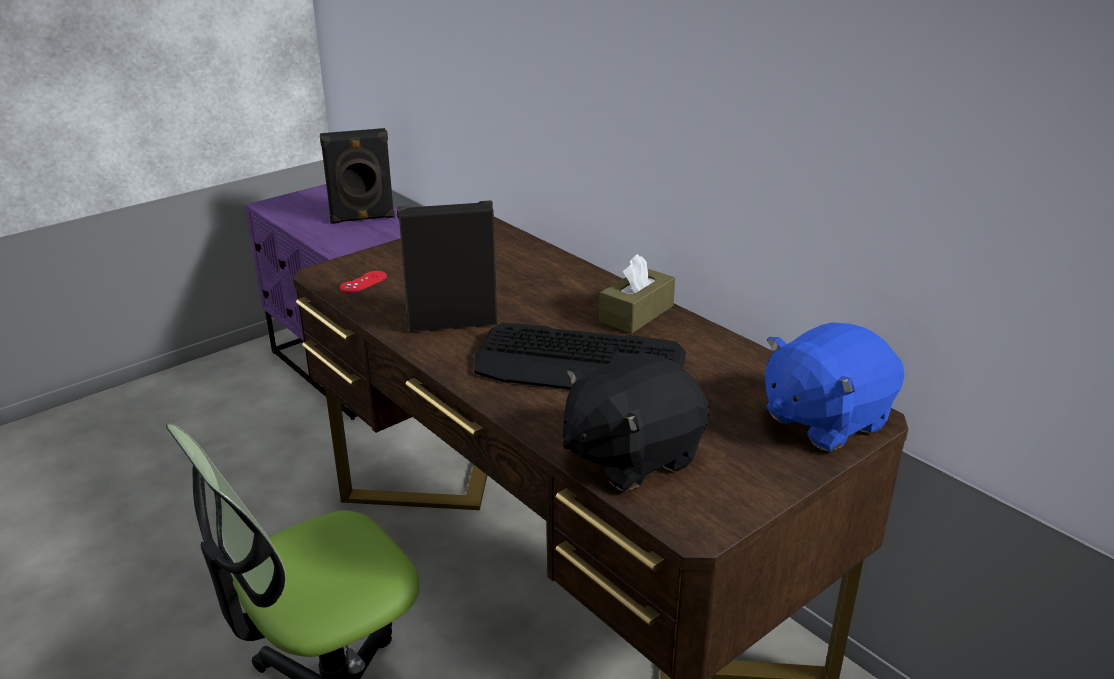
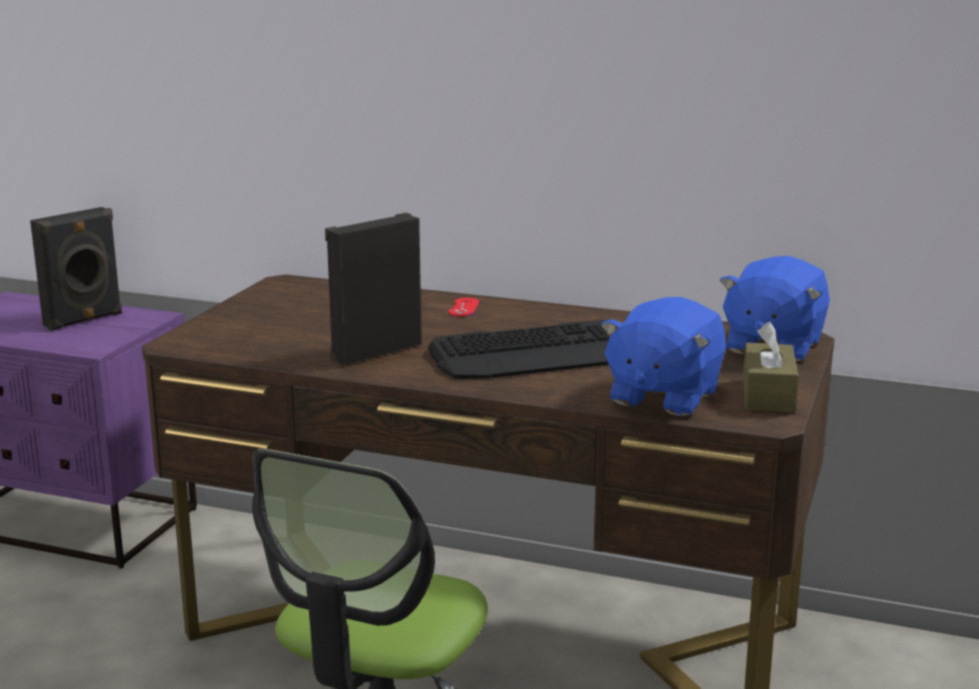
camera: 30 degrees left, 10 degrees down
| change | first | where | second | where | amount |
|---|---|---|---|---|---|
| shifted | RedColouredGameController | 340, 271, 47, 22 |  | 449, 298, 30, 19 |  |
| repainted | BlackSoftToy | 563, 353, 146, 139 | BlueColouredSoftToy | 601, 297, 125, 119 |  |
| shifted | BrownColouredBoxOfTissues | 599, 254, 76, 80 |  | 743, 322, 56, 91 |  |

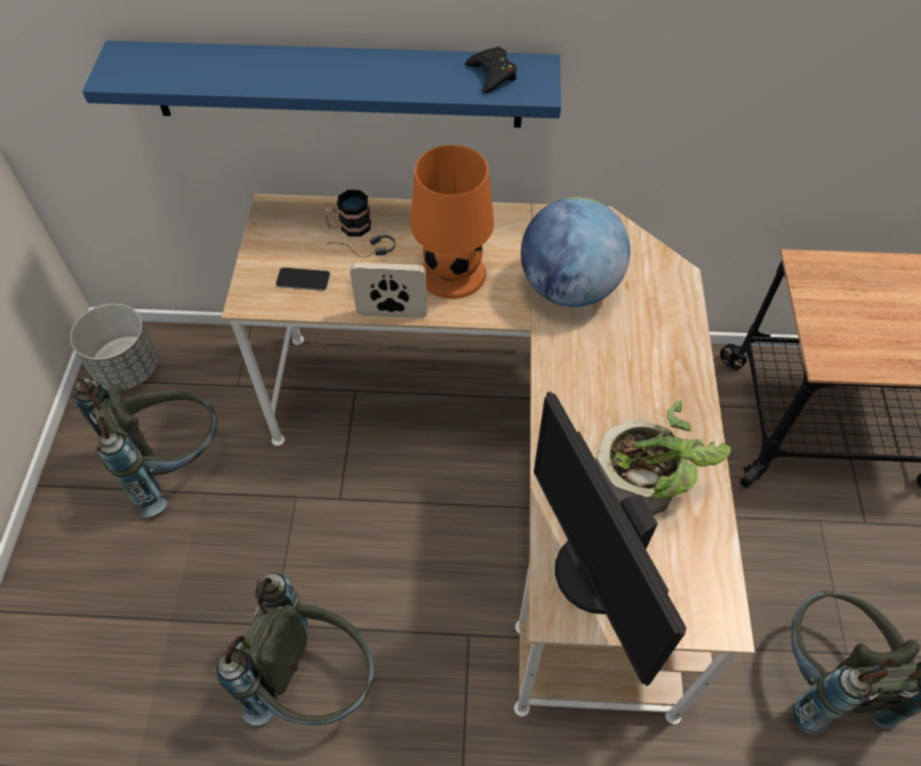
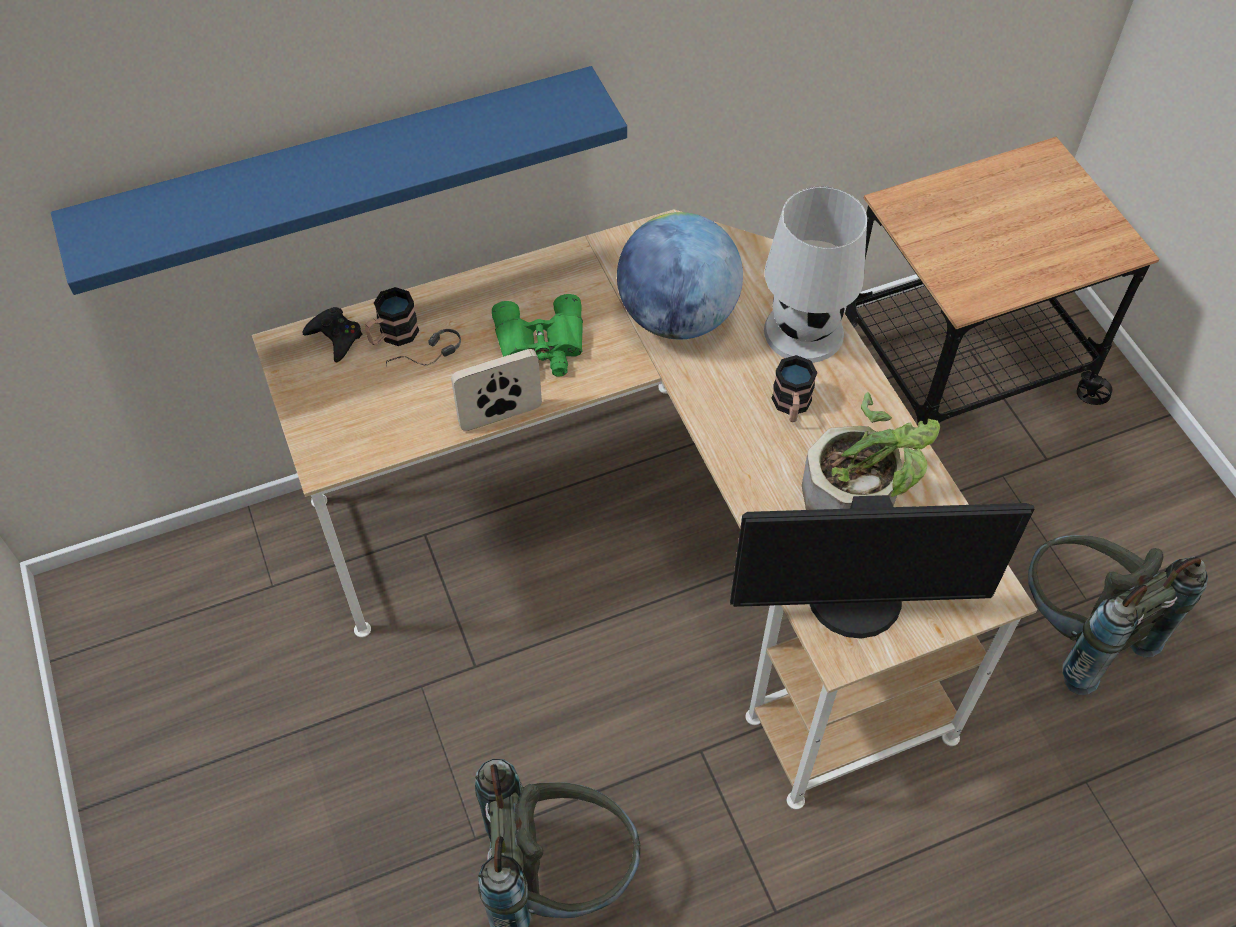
camera: 25 degrees left, 0 degrees up
| change | first | where | second | where | amount |
|---|---|---|---|---|---|
| shifted | BlackGameController | 465, 46, 52, 47 |  | 302, 307, 60, 55 |  |
| swapped | OrangeyLampForATable | 410, 145, 84, 154 | GreenishFieldGlasses | 492, 294, 91, 83 |  |
| rotated | ComputerScreen | 534, 392, 152, 294 |  | 730, 495, 304, 144 | 45 degrees counterclockwise |
| new |  |  | WhiteColouredLampForATable | 764, 186, 103, 177 |  |
| new |  |  | Mug | 772, 355, 45, 67 |  |
| gone | GreyishPlanter | 70, 304, 88, 86 |  |  |  |
| gone | GreyishRucksack | 73, 379, 144, 138 |  |  |  |
| gone | Handset | 276, 268, 54, 23 |  |  |  |

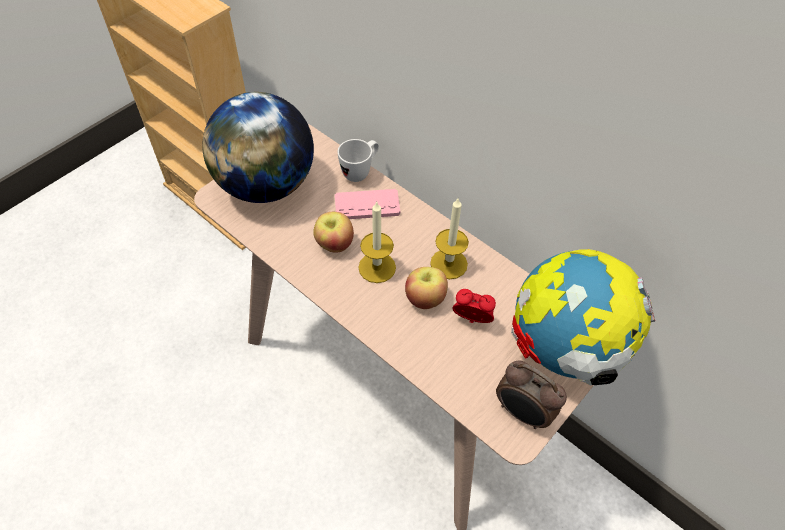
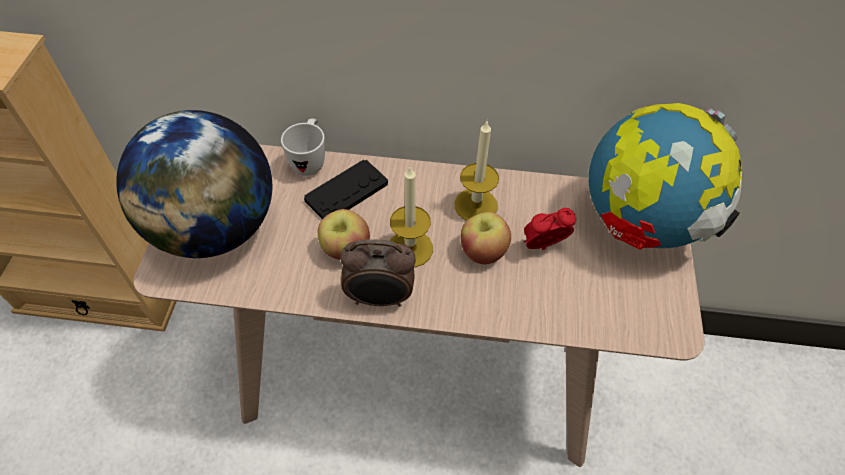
camera: 35 degrees left, 0 degrees up
| change | first | where | second | where | amount |
|---|---|---|---|---|---|
| repainted | PinkColouredGameController | 335, 189, 65, 30 | BlackGameController | 304, 160, 84, 59 |  |
| shifted | BedsideClock | 496, 361, 71, 68 |  | 340, 239, 76, 68 |  |

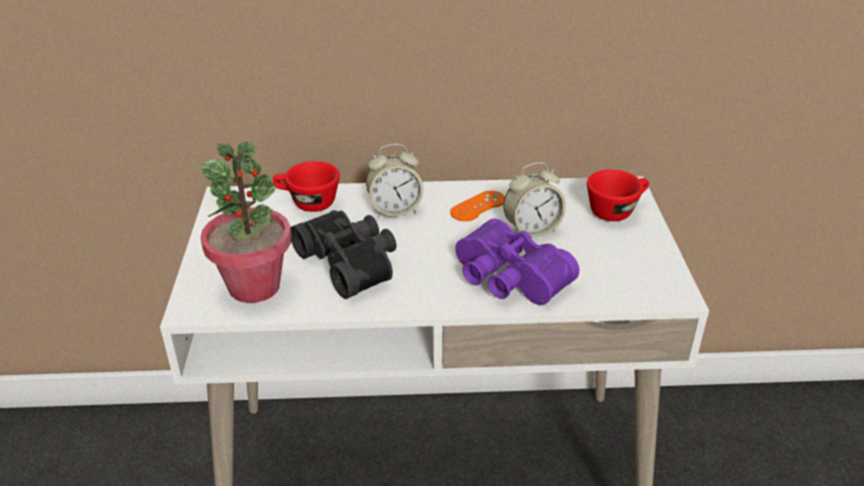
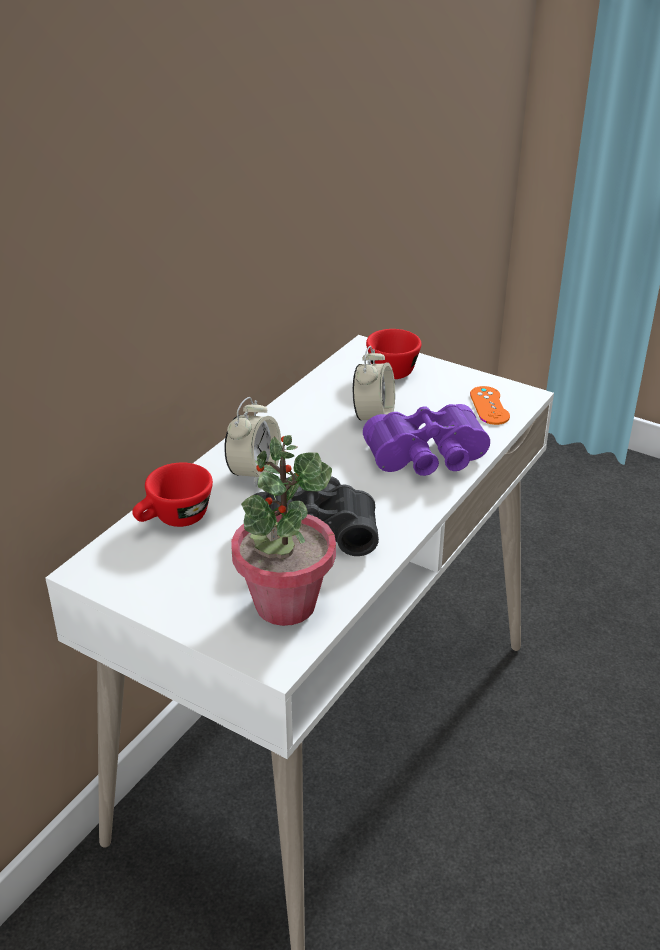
camera: 55 degrees left, 0 degrees up
| change | first | where | second | where | amount |
|---|---|---|---|---|---|
| shifted | OrangeyGameController | 450, 191, 55, 30 |  | 470, 386, 40, 39 |  |

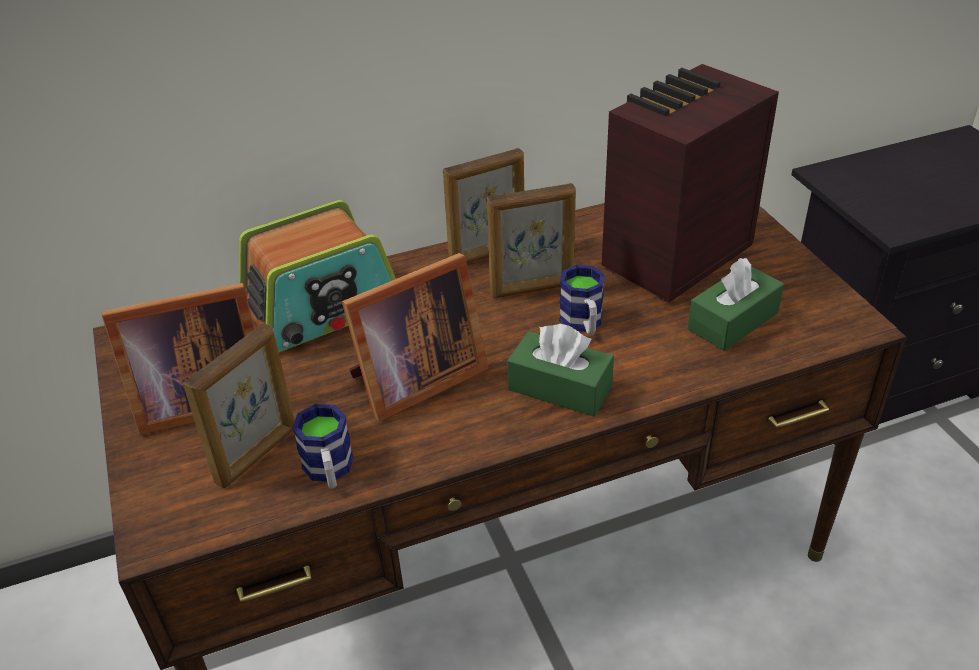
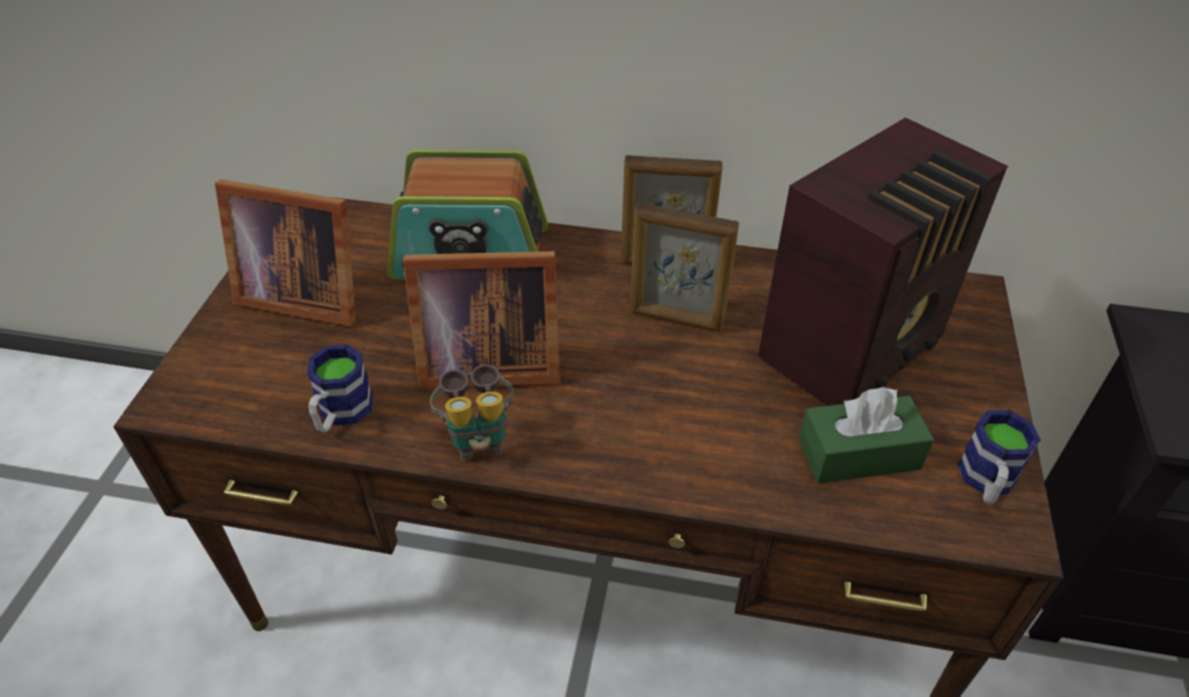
camera: 30 degrees right, 5 degrees up
| change | first | where | second | where | amount |
|---|---|---|---|---|---|
| new |  |  | FieldGlasses | 430, 364, 84, 97 |  |
| rotated | RadioSet | 601, 64, 178, 239 |  | 758, 117, 250, 289 | 150 degrees clockwise |
| shifted | Mug | 559, 265, 46, 70 |  | 957, 410, 84, 95 |  |
| gone | StandingFrame | 183, 323, 111, 165 |  |  |  |
| gone | GreenishBoxOfTissues | 507, 324, 107, 92 |  |  |  |

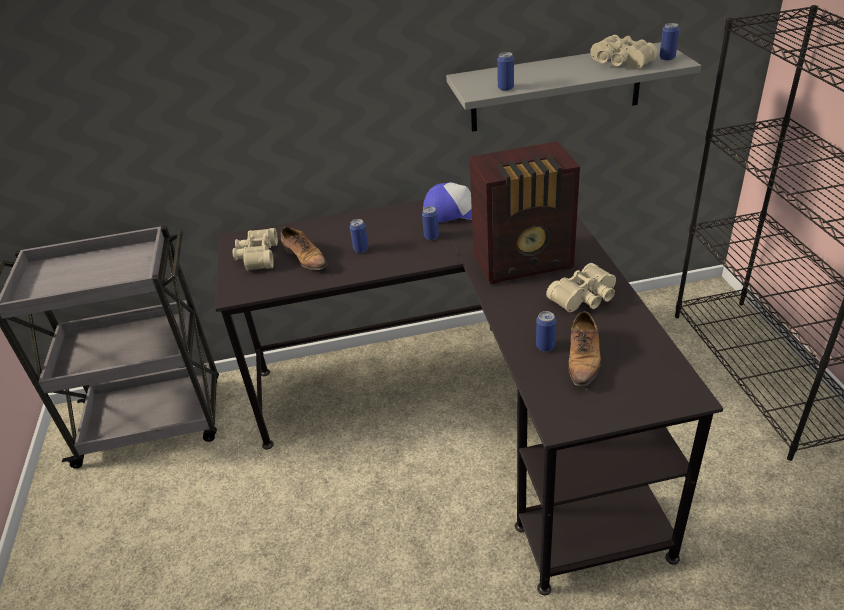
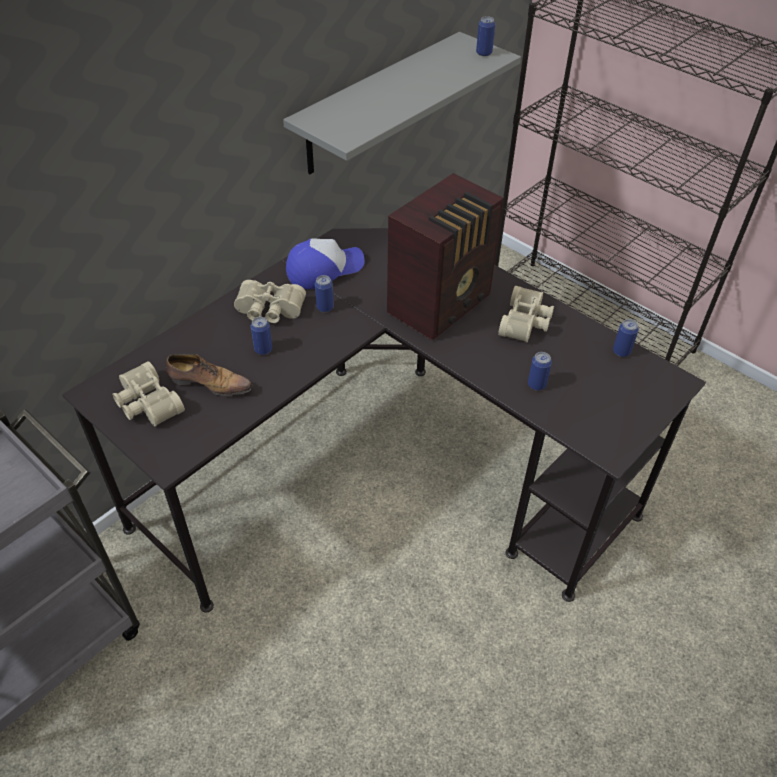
camera: 40 degrees left, 10 degrees up
| change | first | where | second | where | amount |
|---|---|---|---|---|---|
| shifted | BeigeColouredFieldGlasses | 590, 35, 67, 34 |  | 234, 280, 72, 43 |  |
| shifted | MetalCan | 497, 52, 17, 39 |  | 613, 319, 26, 38 |  |
| gone | LowShoe | 569, 311, 32, 75 |  |  |  |

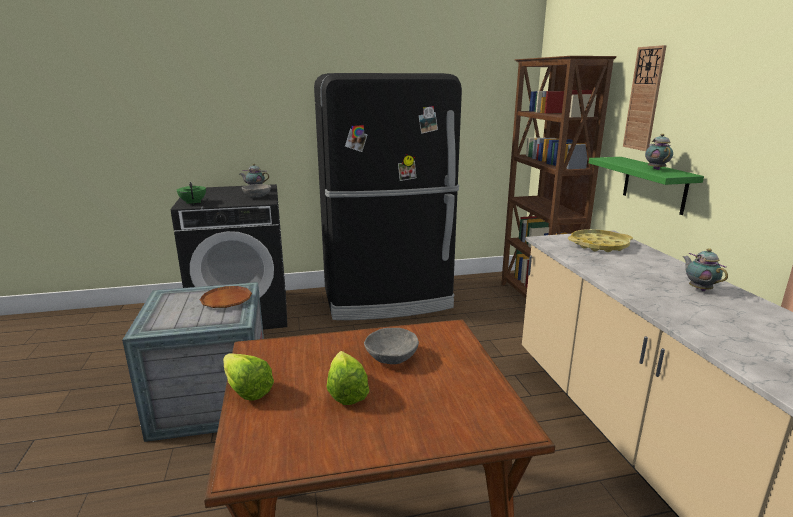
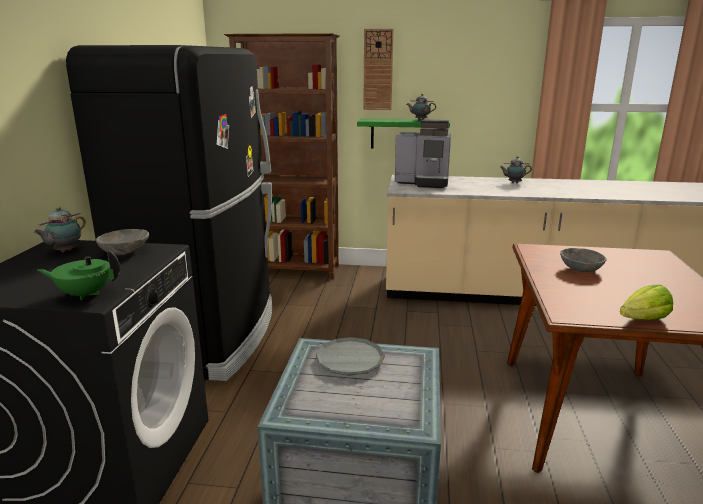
camera: 70 degrees left, 0 degrees up
| change | first | where | second | where | amount |
|---|---|---|---|---|---|
| repainted | BrownColouredDinnerPlate | 200, 286, 52, 22 | GreyishDinnerPlate | 315, 337, 70, 39 |  |
| swapped | YellowishCarryingTray | 568, 229, 65, 23 | CoffeeBrewer | 395, 119, 56, 69 |  |
| gone | HeadOfLettuce | 327, 351, 42, 54 |  |  |  |

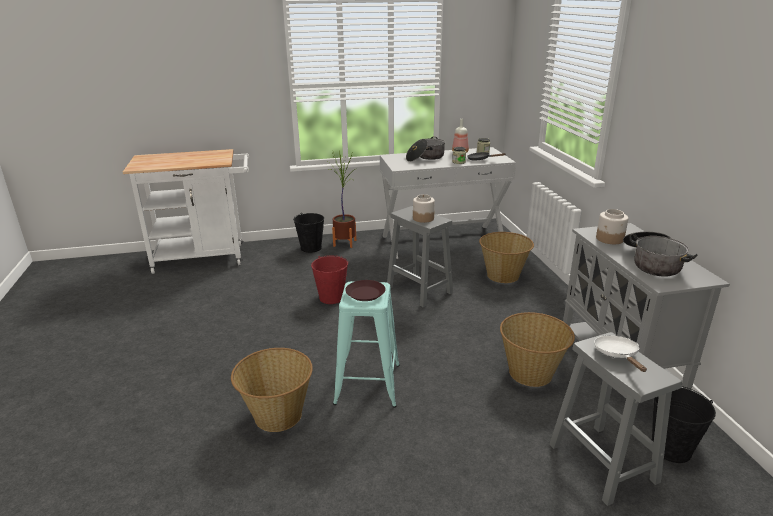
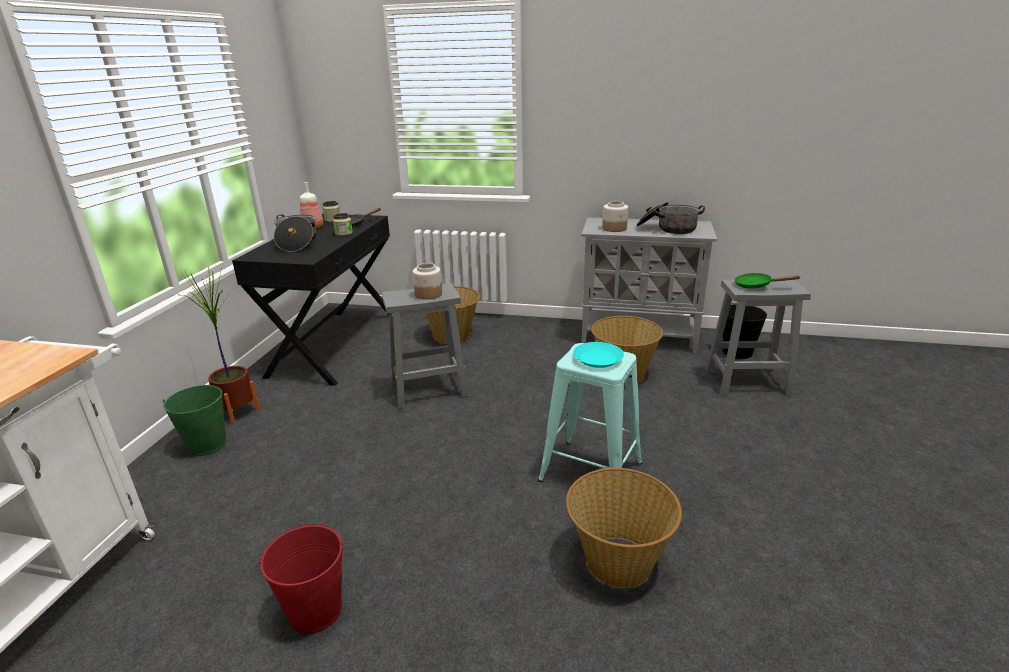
camera: 65 degrees left, 0 degrees up
| change | first | where | second | where | amount |
|---|---|---|---|---|---|
| repainted | BlackPail | 293, 213, 31, 40 | GreenishPail | 163, 385, 63, 71 |  |
| repainted | WhiteColouredHallTable | 380, 147, 136, 112 | BlackHallTable | 232, 214, 158, 172 |  |
| shifted | RedColouredPail | 311, 255, 37, 49 |  | 259, 523, 84, 111 |  |
| repainted | BrownColouredDinnerPlate | 345, 280, 41, 21 | TurquoiseColouredDinnerPlate | 573, 342, 51, 26 |  |
| repainted | WhiteColouredPan | 594, 335, 53, 37 | GreenishPan | 735, 273, 66, 16 |  |

